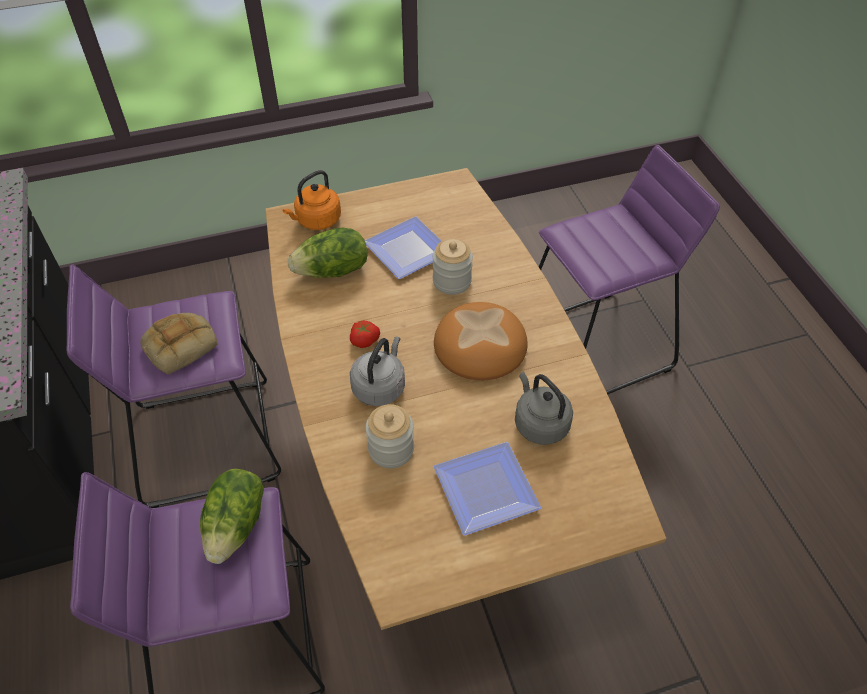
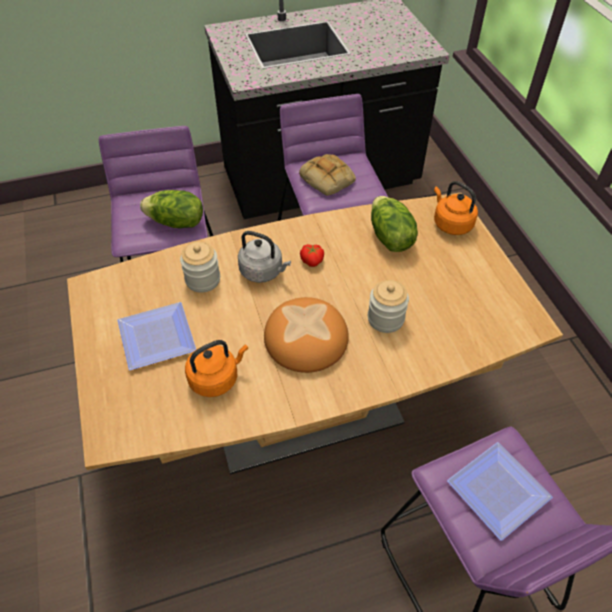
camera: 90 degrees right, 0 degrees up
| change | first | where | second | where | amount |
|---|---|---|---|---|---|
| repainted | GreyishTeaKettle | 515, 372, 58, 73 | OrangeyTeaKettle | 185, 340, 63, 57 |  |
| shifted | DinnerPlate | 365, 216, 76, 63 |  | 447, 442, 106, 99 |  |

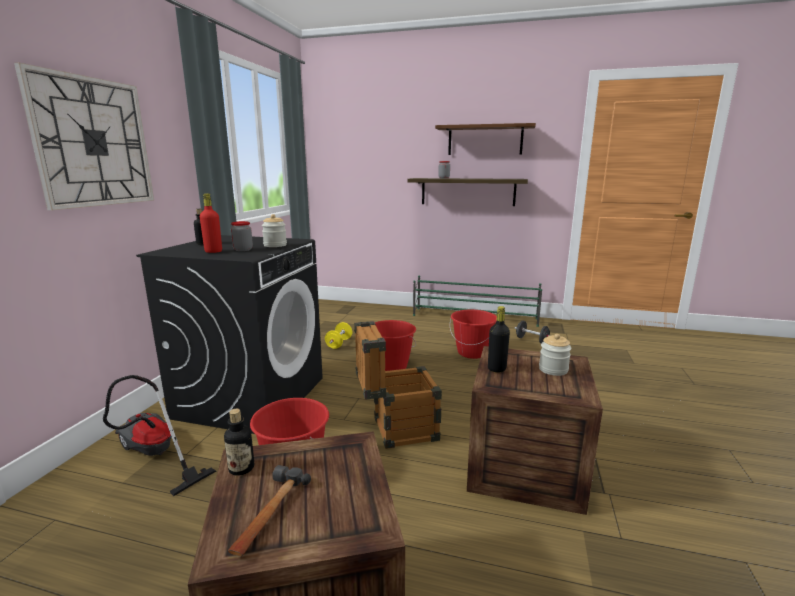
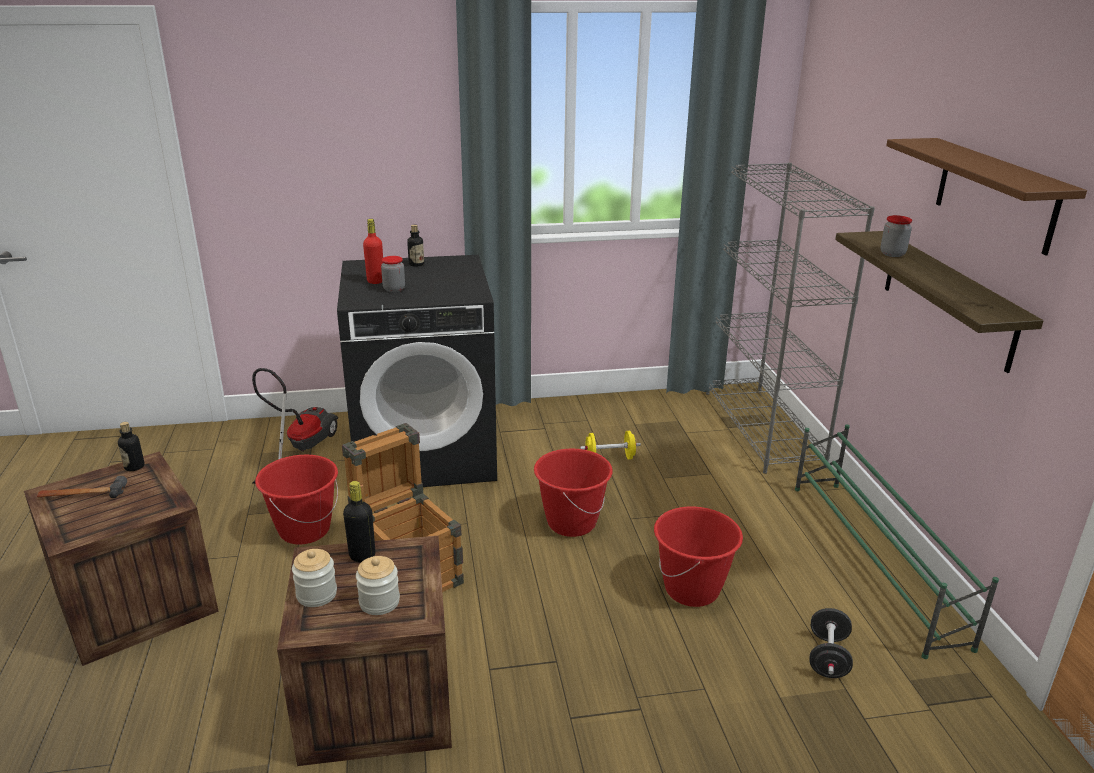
camera: 65 degrees right, 10 degrees up
| change | first | where | second | where | amount |
|---|---|---|---|---|---|
| shifted | StorageJar | 262, 214, 25, 33 |  | 292, 549, 45, 58 |  |
| new |  |  | GreyishBookshelf | 706, 162, 169, 312 |  |
| gone | HangingClock | 14, 62, 140, 148 |  |  |  |

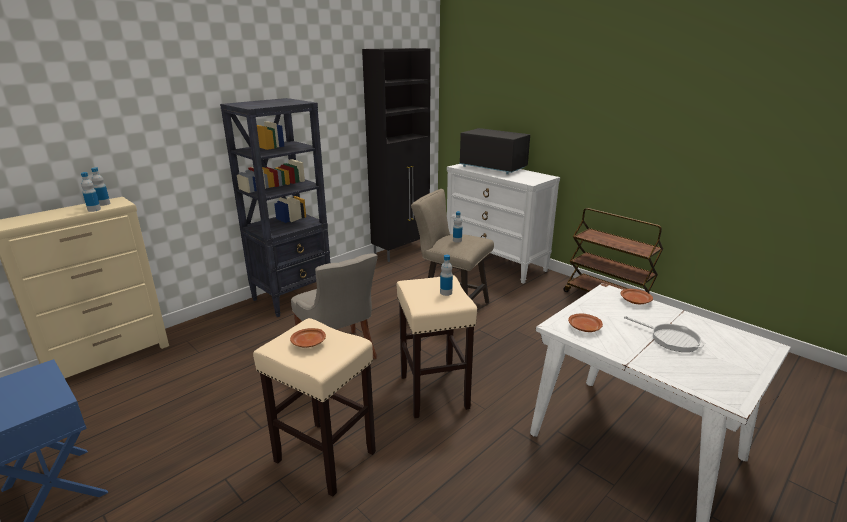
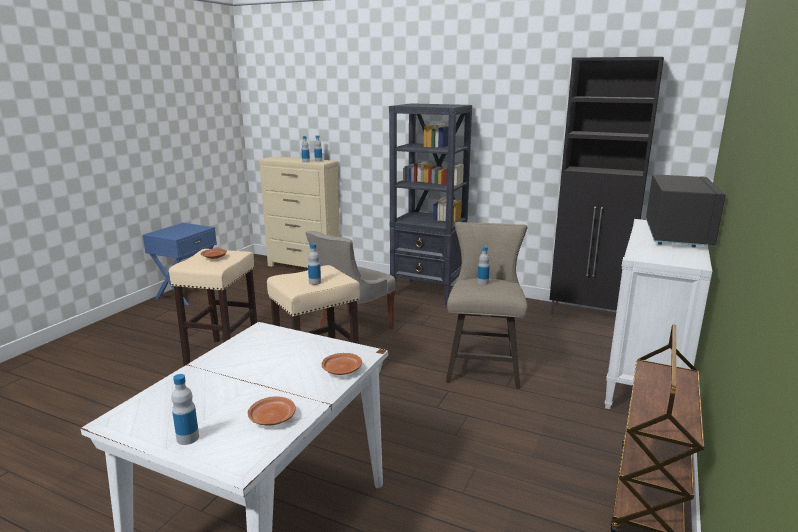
camera: 70 degrees right, 5 degrees down
| change | first | where | second | where | amount |
|---|---|---|---|---|---|
| new |  |  | Bottle | 172, 374, 27, 71 |  |
| shifted | BrownColouredDinnerPlate | 568, 314, 35, 18 |  | 248, 397, 48, 29 |  |
| gone | Pan | 624, 316, 81, 36 |  |  |  |

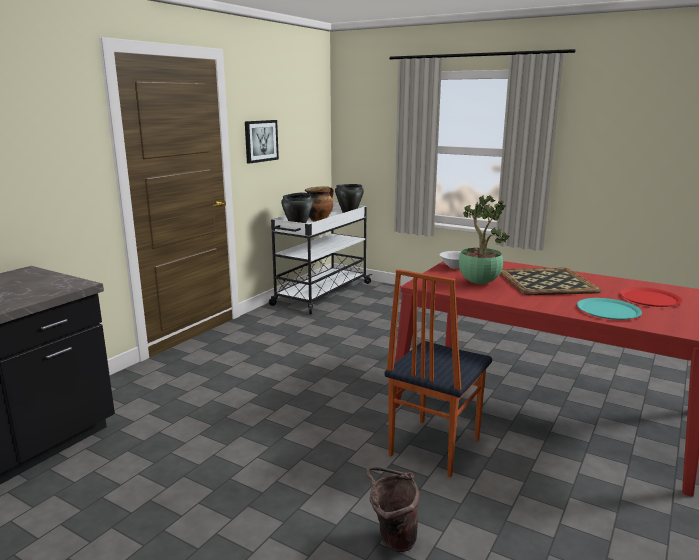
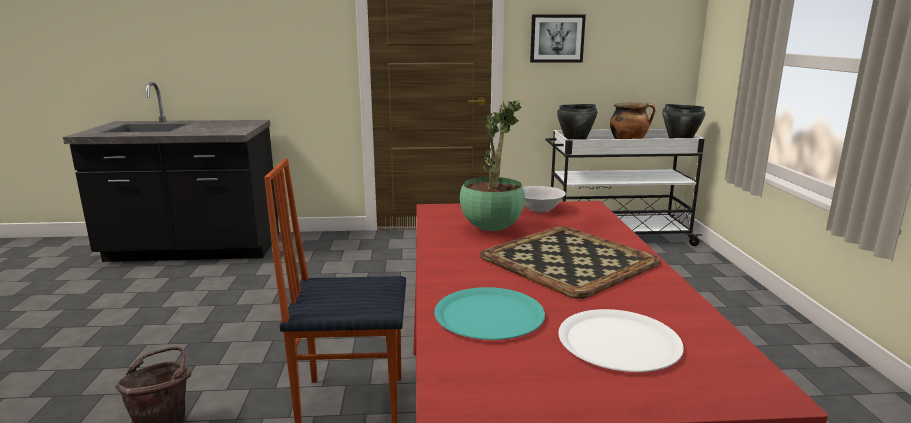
camera: 55 degrees right, 0 degrees up
| change | first | where | second | where | amount |
|---|---|---|---|---|---|
| repainted | RedColouredDinnerPlate | 619, 287, 63, 20 | WhiteColouredDinnerPlate | 558, 309, 126, 63 |  |

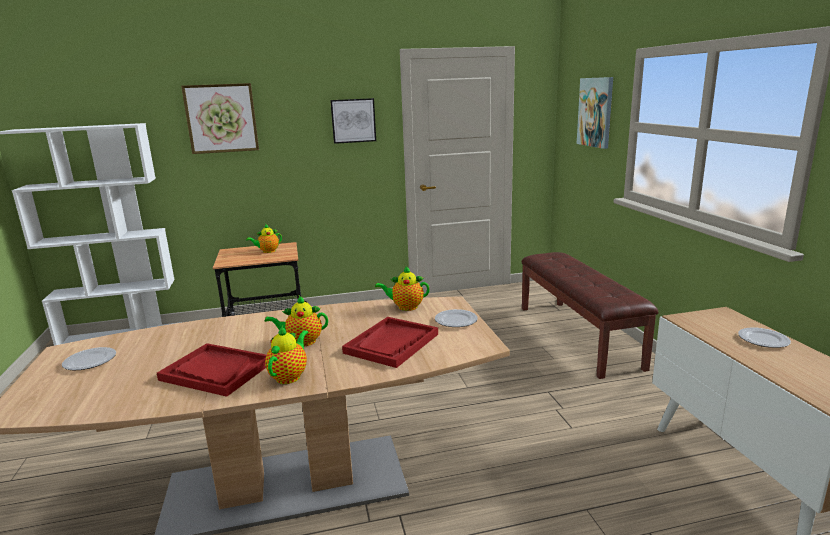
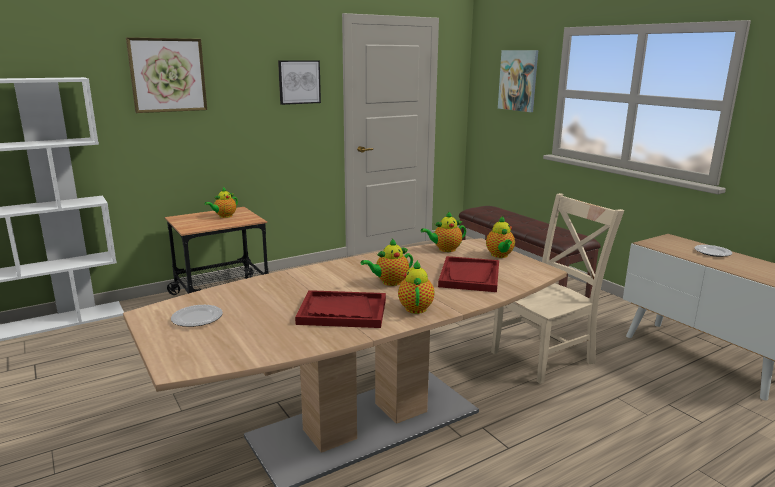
camera: 20 degrees left, 0 degrees up
| change | first | where | second | where | amount |
|---|---|---|---|---|---|
| swapped | DinnerPlate | 435, 309, 43, 18 | PotForTea | 486, 216, 29, 42 |  |
| new |  |  | BeigeColouredPlainChair | 491, 193, 133, 191 |  |

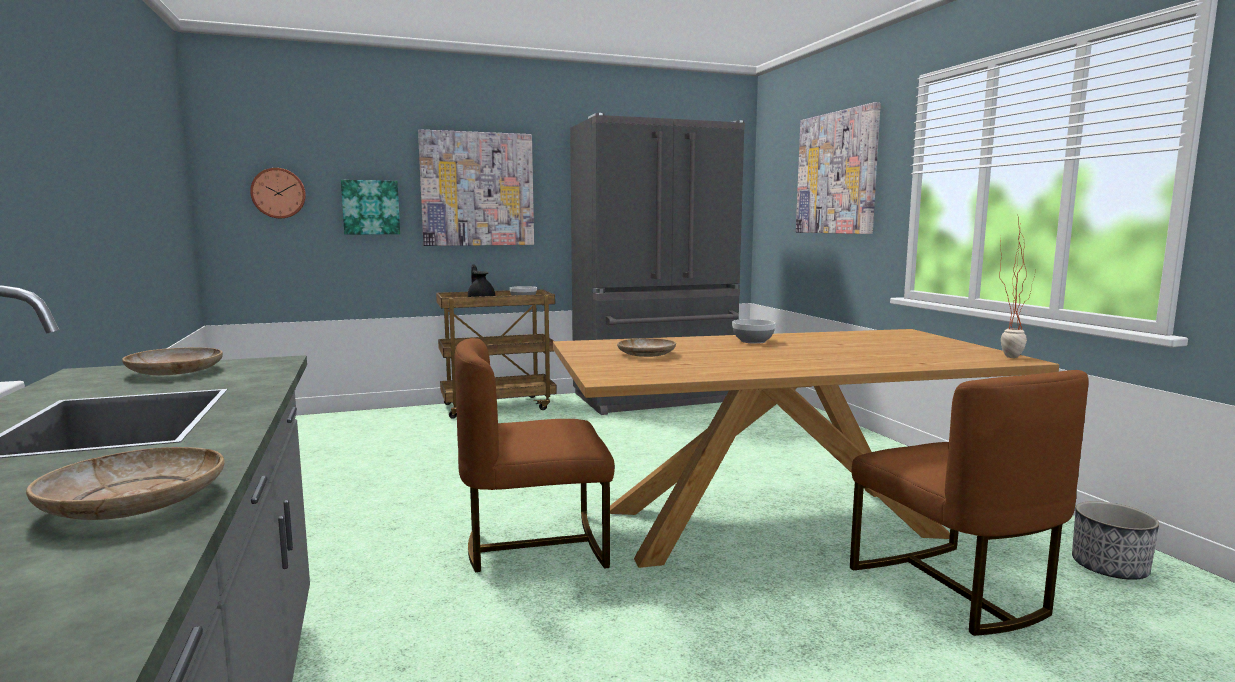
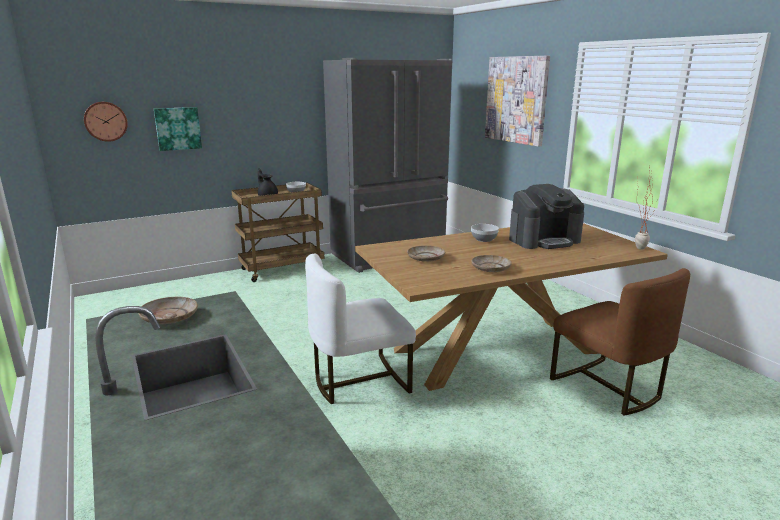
camera: 10 degrees left, 10 degrees up
| change | first | where | second | where | amount |
|---|---|---|---|---|---|
| repainted | BrownColouredPlainChair | 455, 338, 160, 234 | WhiteColouredPlainChair | 305, 254, 111, 150 |  |
| shifted | BeigeColouredDinnerPlate | 26, 447, 198, 73 |  | 471, 255, 41, 17 |  |
| new |  |  | CoffeeBrewer | 509, 184, 75, 65 |  |
| gone | WallArt | 418, 129, 116, 117 |  |  |  |
| gone | Planter | 1072, 501, 87, 79 |  |  |  |

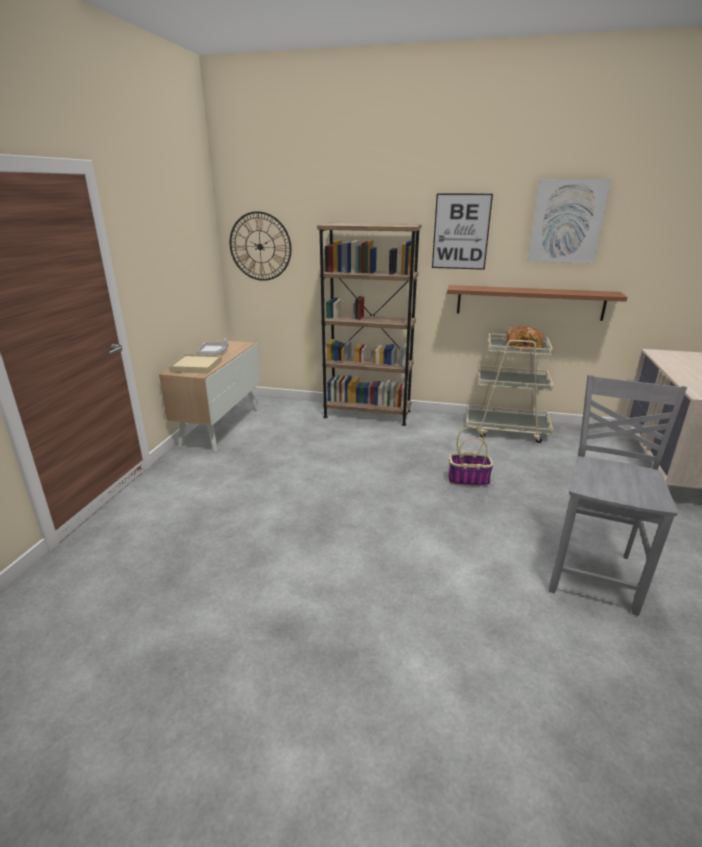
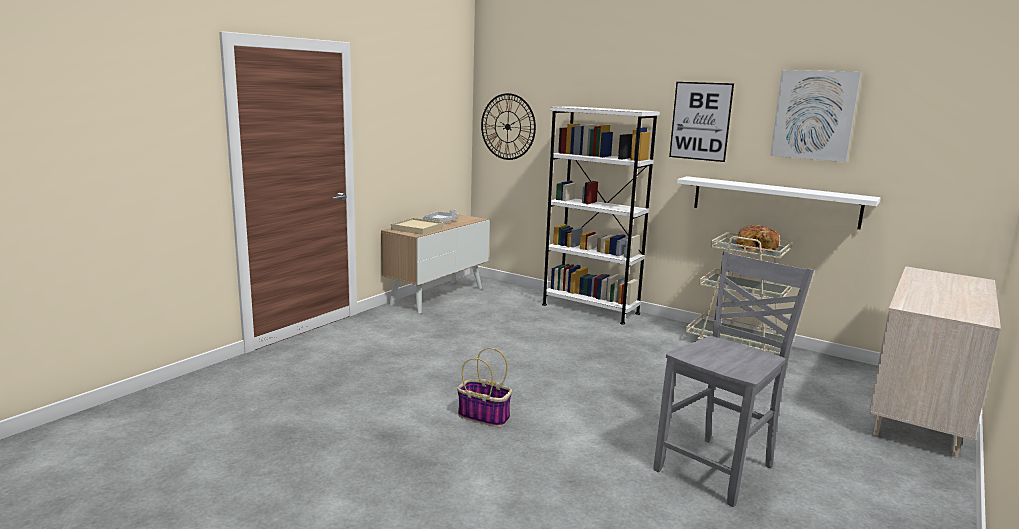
camera: 20 degrees right, 10 degrees down
| change | first | where | second | where | amount |
|---|---|---|---|---|---|
| shifted | StorageBasket | 448, 427, 46, 59 |  | 457, 348, 55, 79 |  |
| repainted | BrownColouredBookshelf | 317, 223, 105, 203 | WhiteColouredBookshelf | 542, 106, 118, 219 |  |
| repainted | BrownColouredShelf | 447, 285, 180, 36 | WhiteColouredShelf | 677, 176, 204, 53 |  |

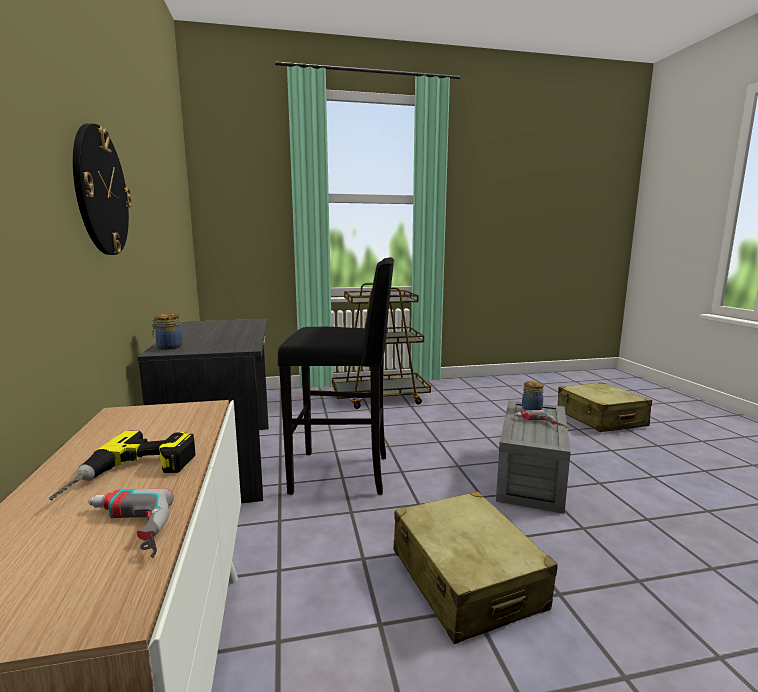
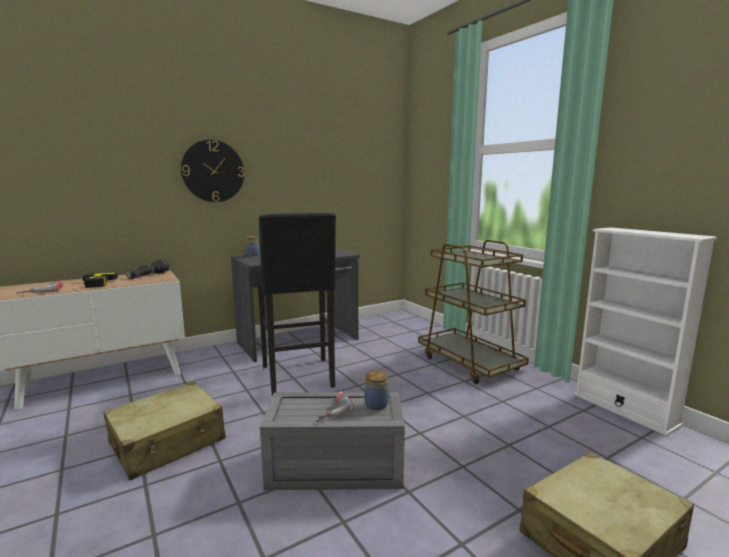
camera: 70 degrees right, 0 degrees up
| change | first | where | second | where | amount |
|---|---|---|---|---|---|
| new |  |  | HandTorch | 126, 259, 43, 20 |  |
| new |  |  | WhiteColouredBookshelf | 574, 227, 143, 209 |  |

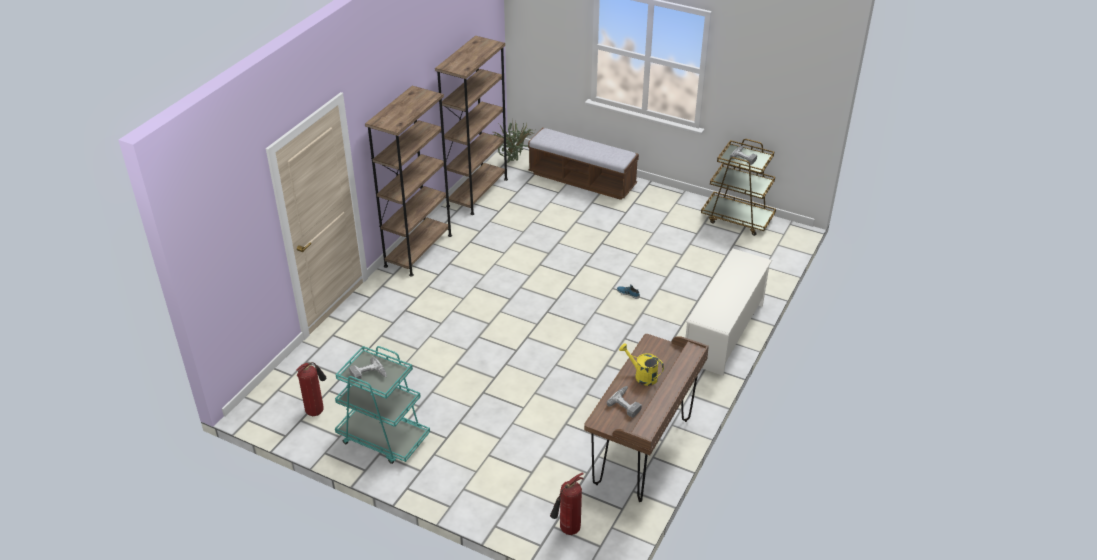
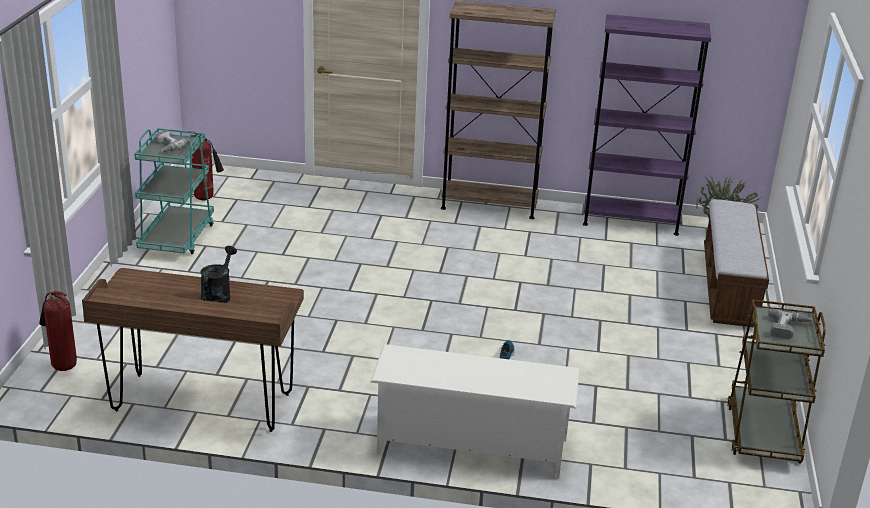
camera: 70 degrees right, 10 degrees down
| change | first | where | second | where | amount |
|---|---|---|---|---|---|
| repainted | YellowishWateringPot | 619, 343, 45, 43 | BlackWateringPot | 200, 246, 37, 57 |  |
| repainted | BrownColouredBookshelf | 435, 36, 73, 179 | PurpleColouredBookshelf | 583, 14, 128, 222 |  |
| gone | PowerDrill | 607, 386, 35, 32 |  |  |  |

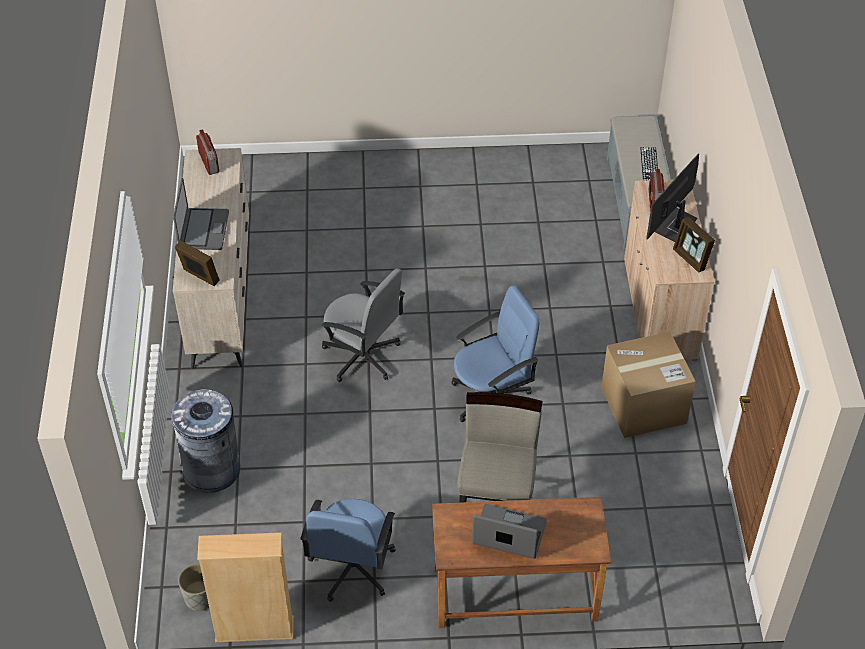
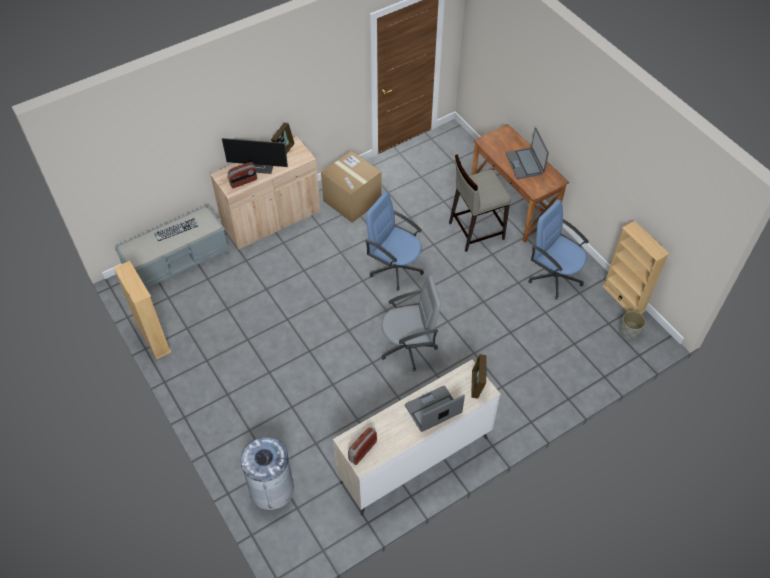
camera: 120 degrees left, 5 degrees up
| change | first | where | second | where | amount |
|---|---|---|---|---|---|
| new |  |  | BeigeColouredBookshelf | 114, 261, 57, 98 |  |
| shifted | GreyishWasteBin | 171, 389, 69, 104 |  | 241, 437, 53, 73 |  |
| rotated | GreyishDeskChair | 321, 268, 84, 114 |  | 382, 275, 59, 96 | 75 degrees clockwise |
| rotated | BlueColouredDeskChair | 300, 499, 95, 103 |  | 529, 200, 60, 100 | 120 degrees counterclockwise |

